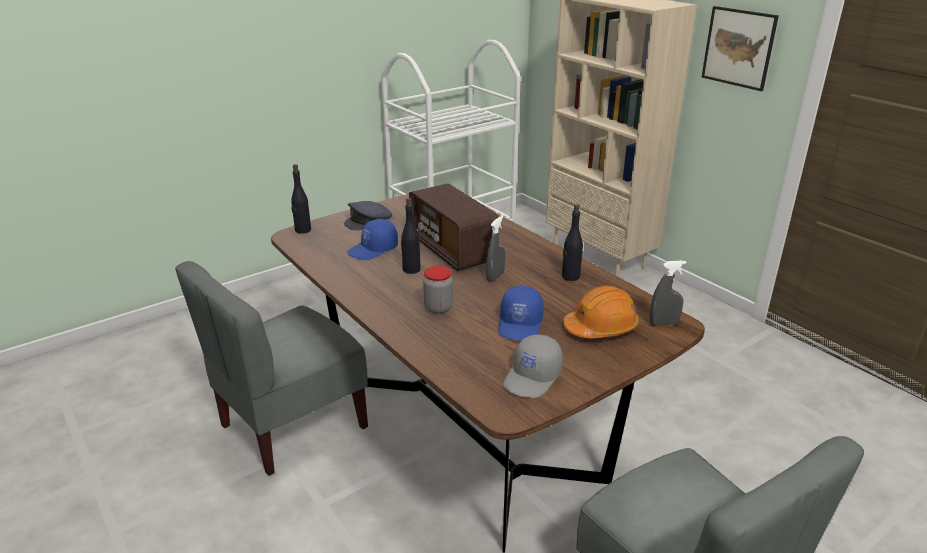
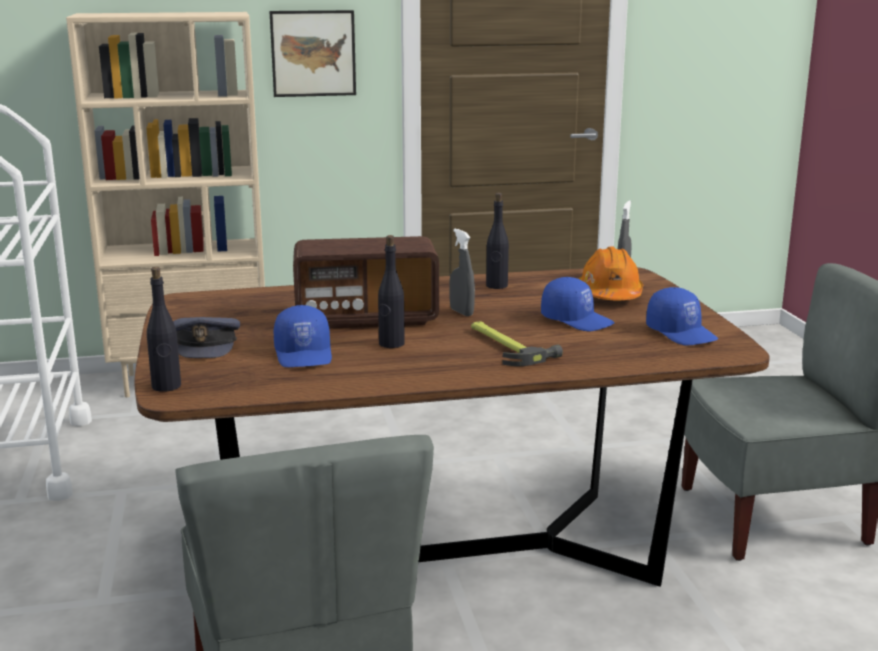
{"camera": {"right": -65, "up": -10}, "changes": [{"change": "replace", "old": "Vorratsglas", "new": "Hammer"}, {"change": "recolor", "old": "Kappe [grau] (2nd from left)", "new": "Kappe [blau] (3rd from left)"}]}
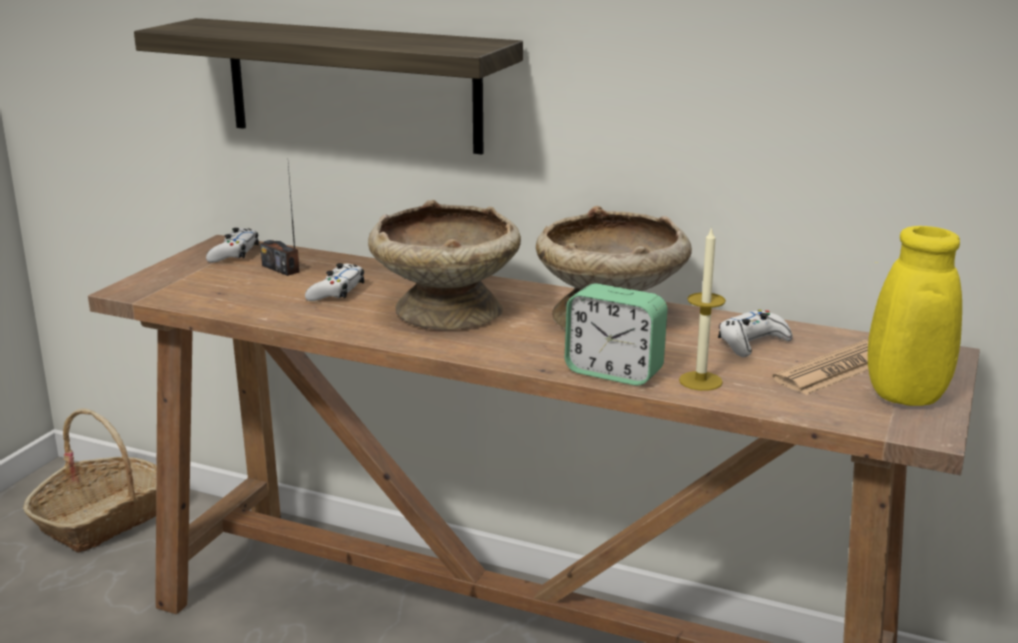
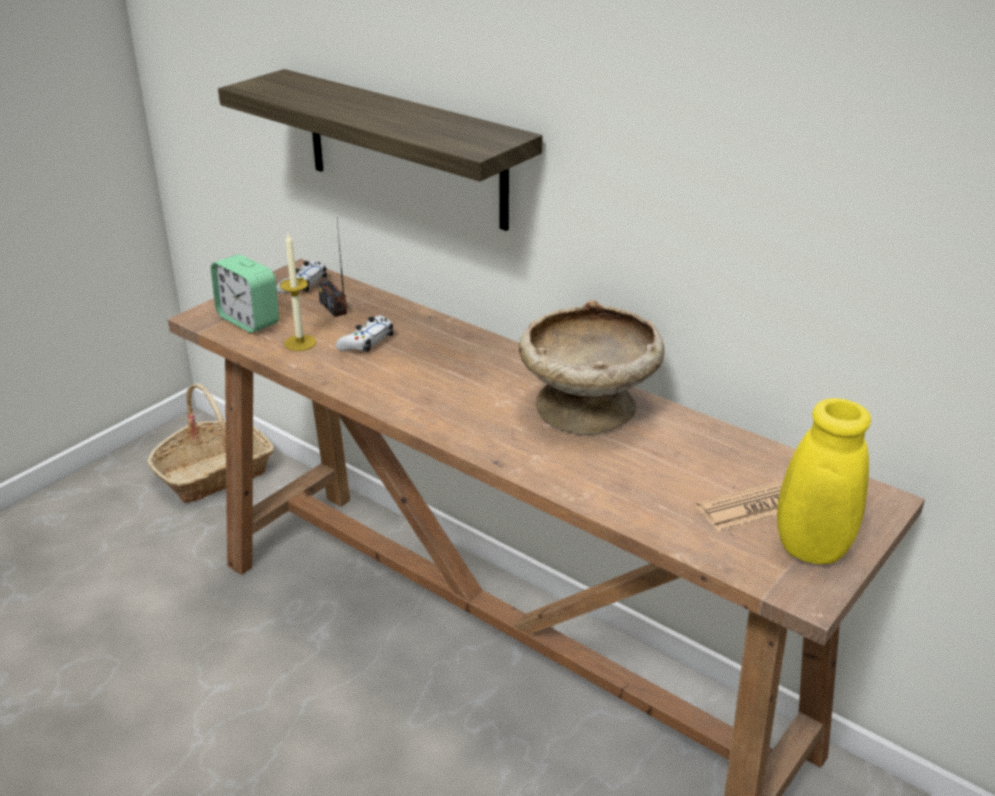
{"camera": {"right": 15, "up": 10}, "changes": [{"change": "delete", "old": "Schüssel [beige] (1st from left)"}, {"change": "move", "old": "Wecker"}, {"change": "move", "old": "Kerze"}, {"change": "delete", "old": "Gamepad [weiß] (3rd from left)"}]}
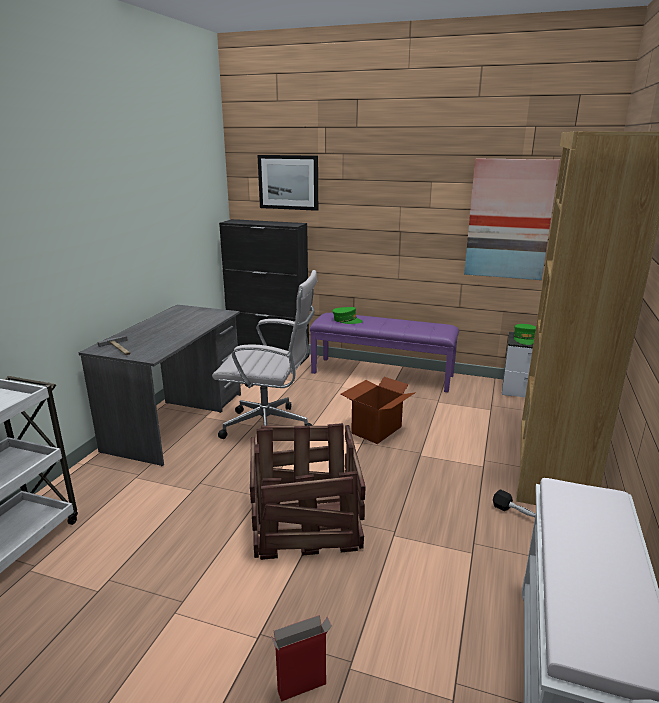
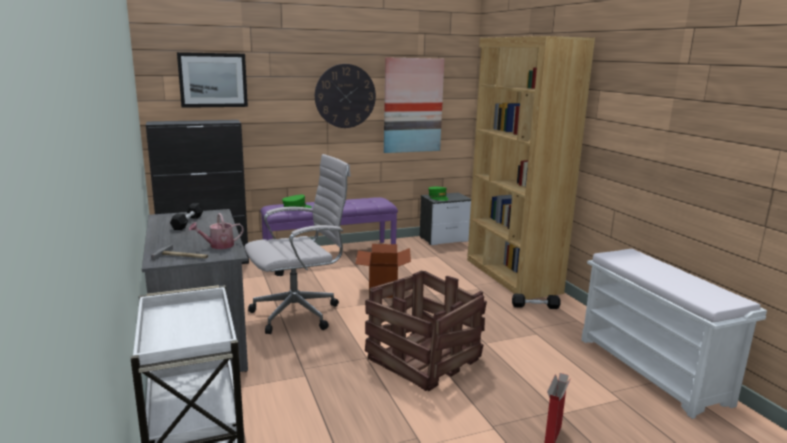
{"camera": {"right": -40, "up": -5}, "changes": [{"change": "insert", "new": "Hantel [schwarz] (1st from left)"}, {"change": "insert", "new": "Gießkanne"}, {"change": "insert", "new": "Wanduhr"}]}
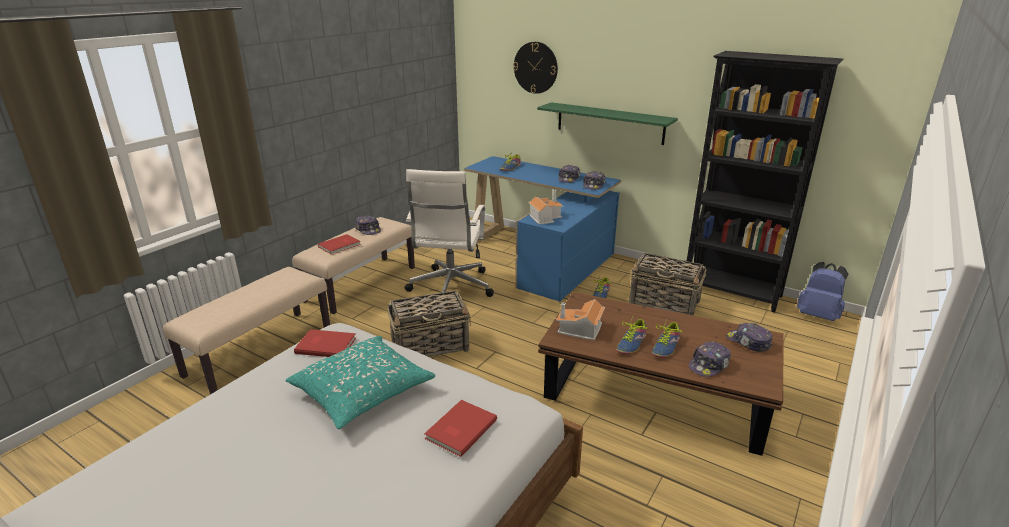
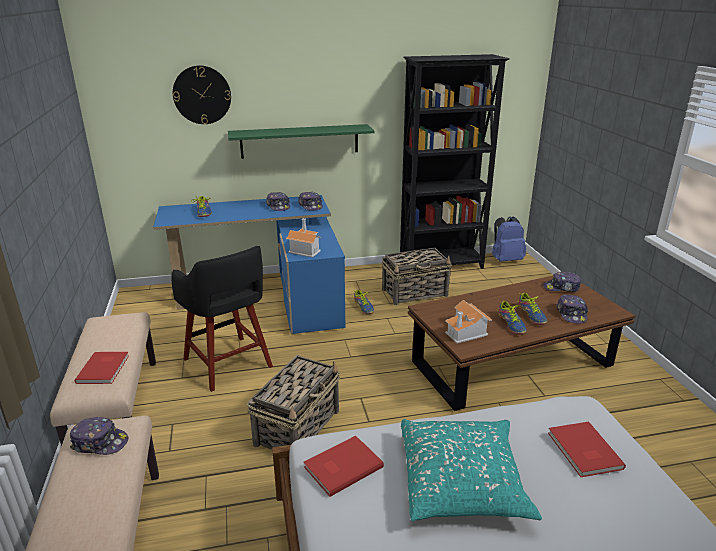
{"camera": {"right": -45, "up": 0}, "changes": [{"change": "move", "old": "Kappe (1st from left)"}, {"change": "replace", "old": "Bürostuhl [weiß]", "new": "Hocker [schwarz]"}]}
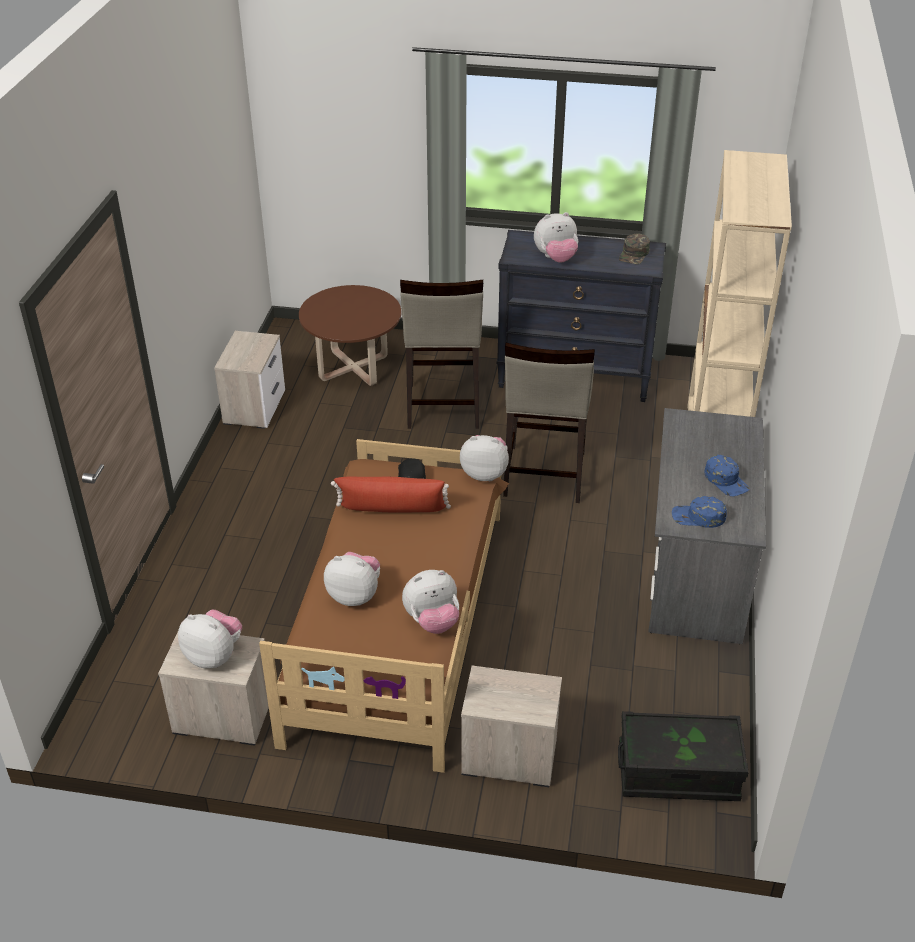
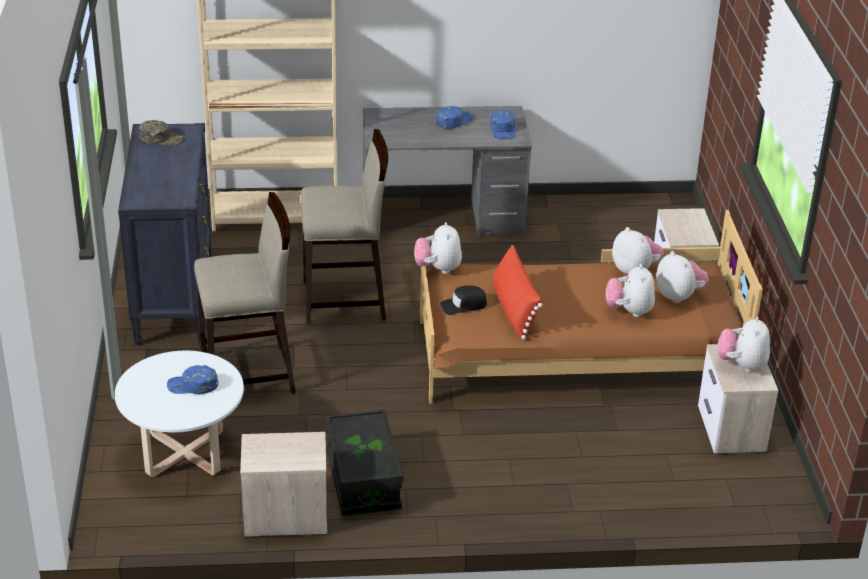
{"camera": {"right": -105, "up": -5}, "changes": [{"change": "recolor", "old": "Couchtisch [braun]", "new": "Couchtisch [weiß]"}, {"change": "move", "old": "Plüschtier (5th from left in the first image)", "new": "Plüschtier (4th from left)"}, {"change": "move", "old": "Aufbewahrungsbox [schwarz]"}, {"change": "insert", "new": "Kappe [blau] (1st from left)"}]}
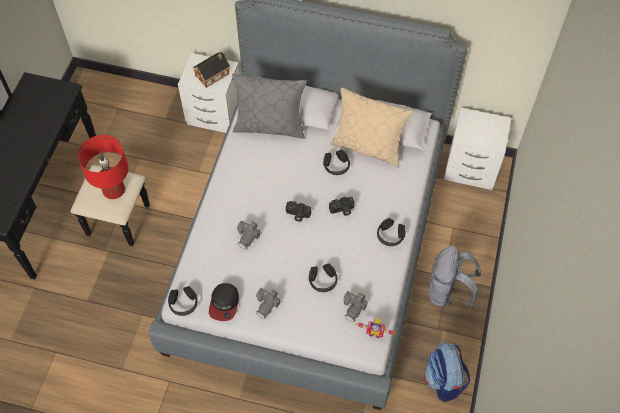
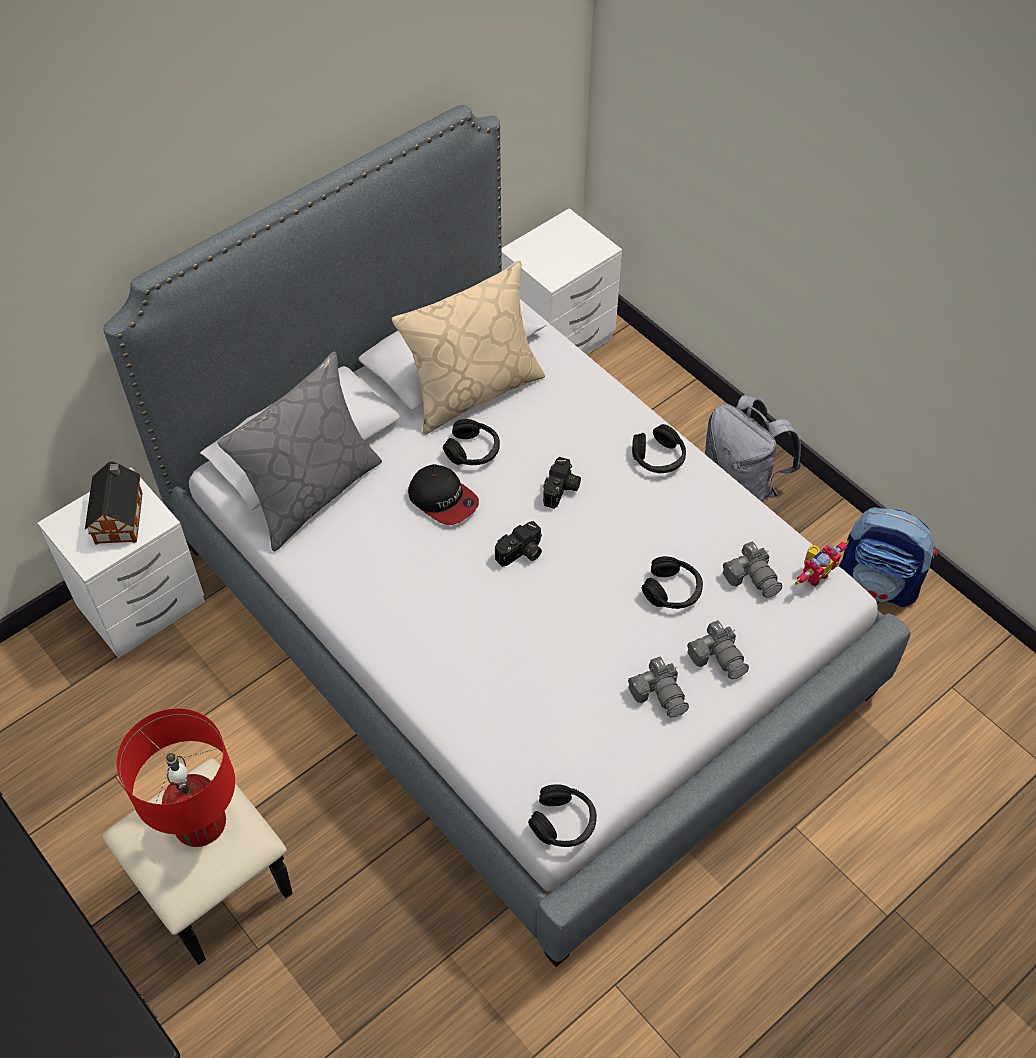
{"camera": {"right": -55, "up": -5}, "changes": [{"change": "move", "old": "Kappe"}, {"change": "move", "old": "Kamera (1st from left in the first image)", "new": "Kamera (4th from left)"}]}
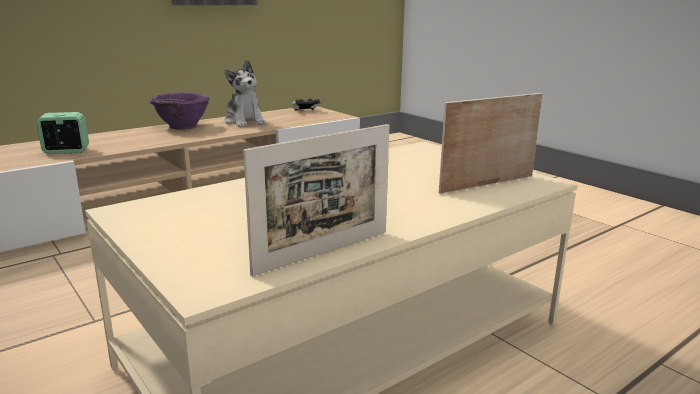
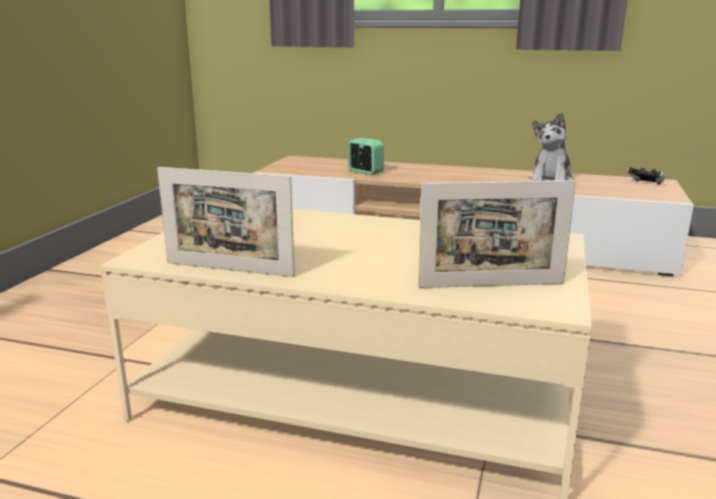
{"camera": {"right": 55, "up": 0}, "changes": [{"change": "delete", "old": "Schüssel [lila]"}, {"change": "rotate", "old": "Bilderrahmen (2nd from left)", "degrees": 150}]}
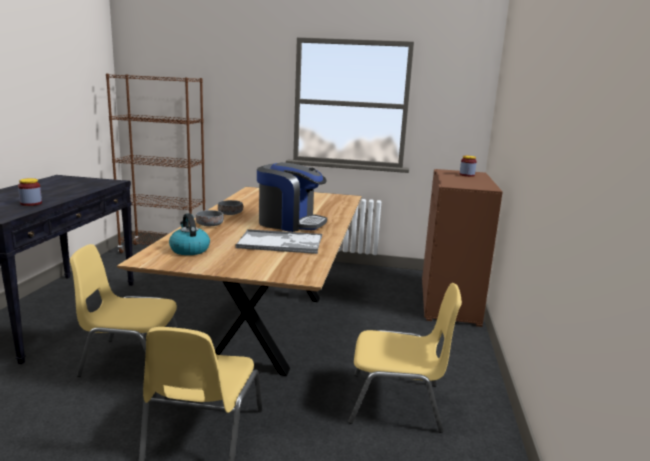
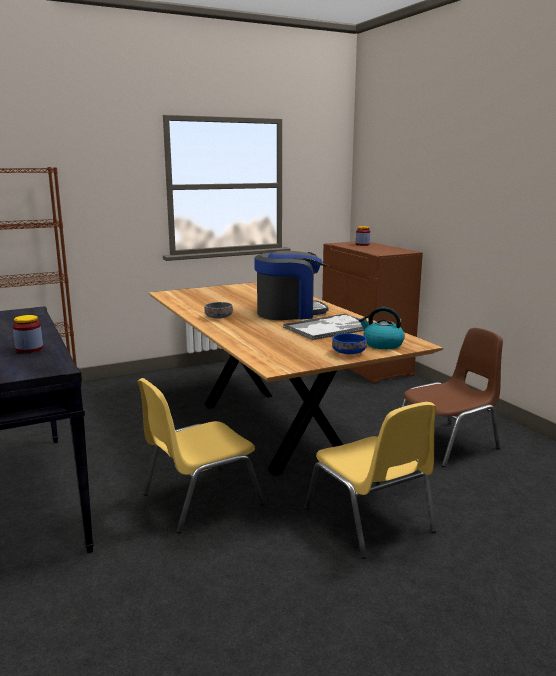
{"camera": {"right": -35, "up": 0}, "changes": [{"change": "move", "old": "Wasserkessel"}, {"change": "delete", "old": "Schüssel [grau] (1st from left)"}, {"change": "recolor", "old": "Stuhl [gelb] (3rd from left)", "new": "Stuhl [braun]"}, {"change": "insert", "new": "Schüssel [blau]"}]}
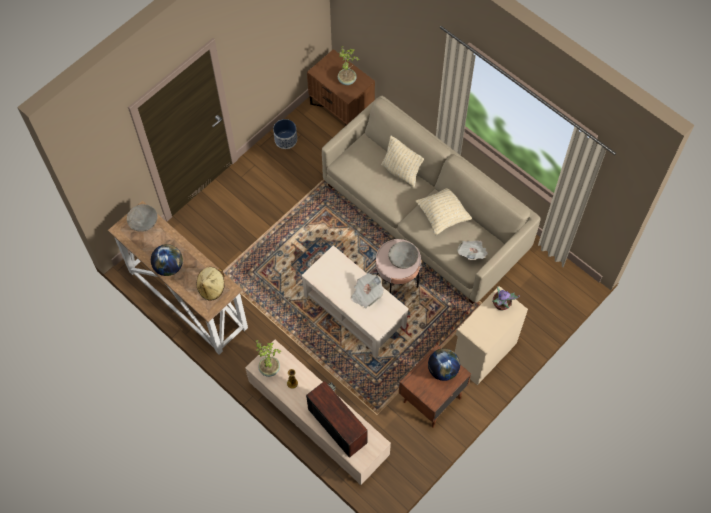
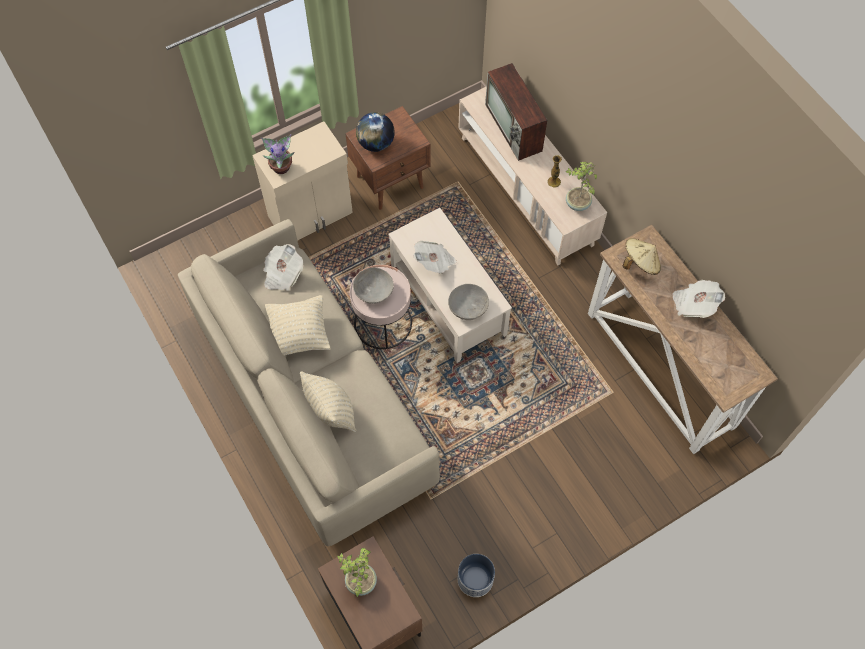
{"camera": {"right": -165, "up": 0}, "changes": [{"change": "move", "old": "Schüssel [grau] (1st from left in the first image)", "new": "Schüssel [grau] (2nd from left)"}, {"change": "replace", "old": "Globus (1st from left)", "new": "Zeitung (3rd from left)"}]}
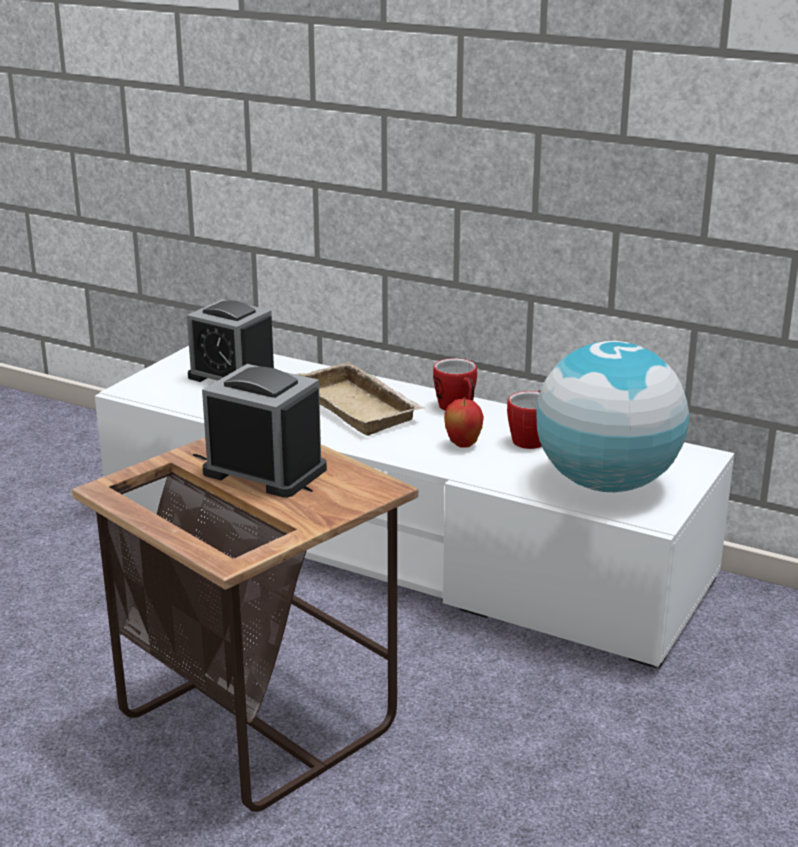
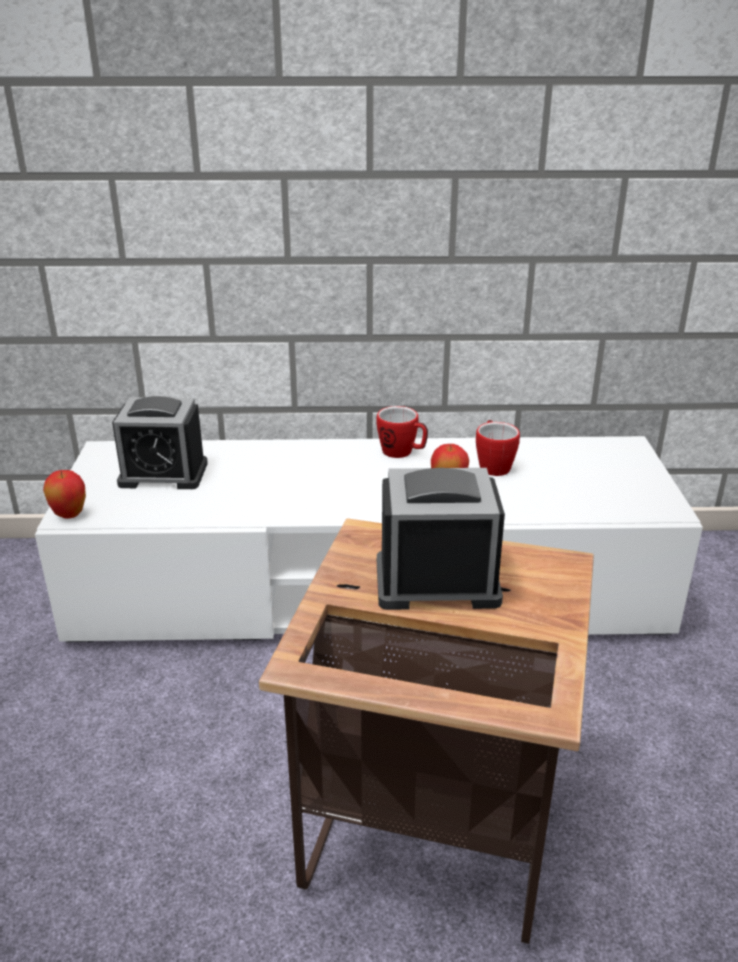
{"camera": {"right": -30, "up": 5}, "changes": [{"change": "delete", "old": "Tablett [beige]"}, {"change": "delete", "old": "Globus"}, {"change": "insert", "new": "Apfel (1st from left)"}]}
